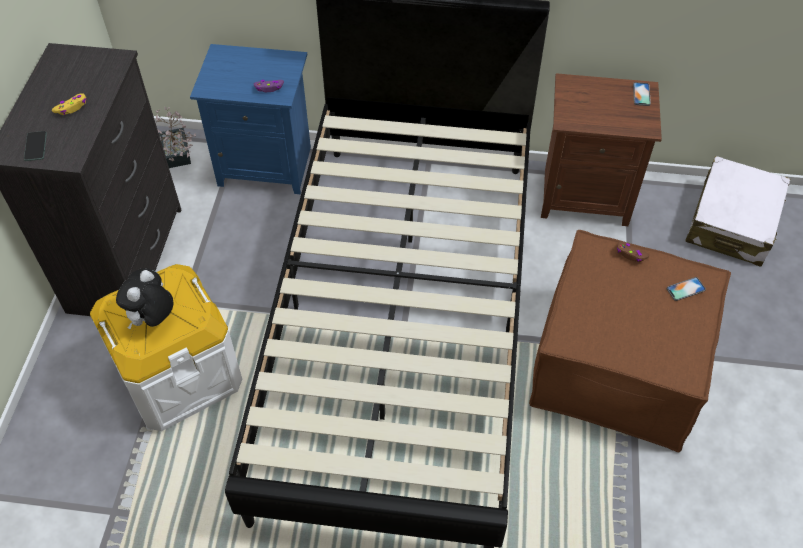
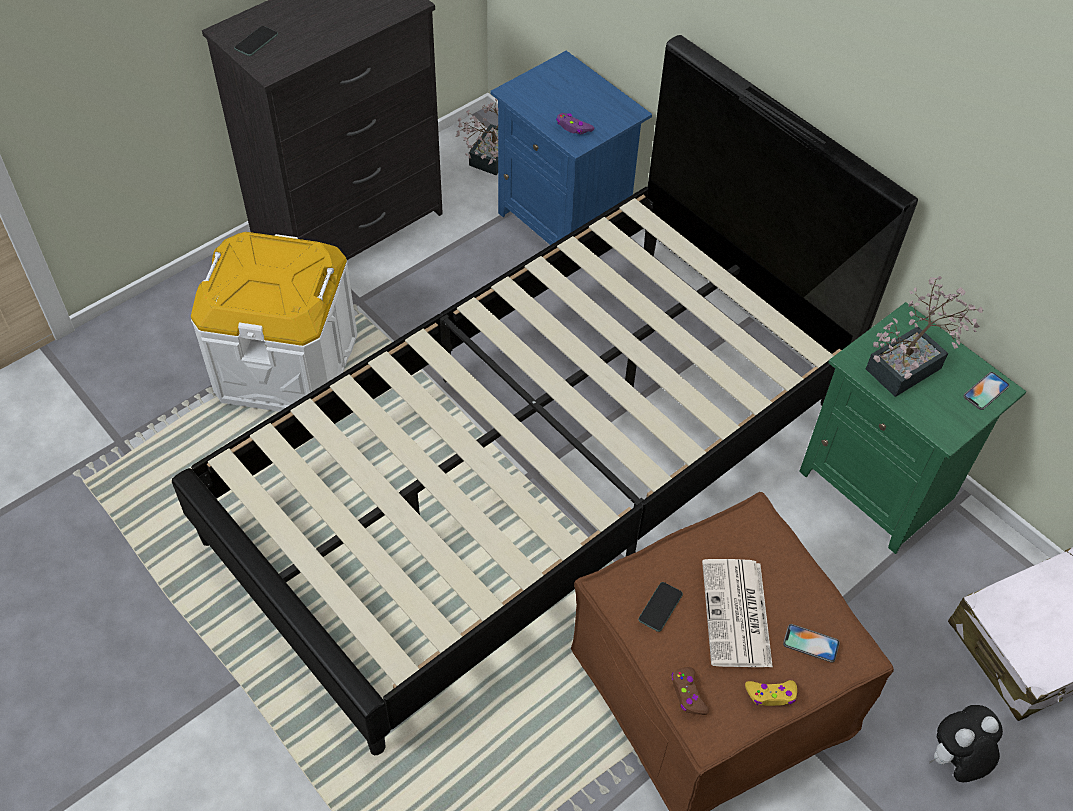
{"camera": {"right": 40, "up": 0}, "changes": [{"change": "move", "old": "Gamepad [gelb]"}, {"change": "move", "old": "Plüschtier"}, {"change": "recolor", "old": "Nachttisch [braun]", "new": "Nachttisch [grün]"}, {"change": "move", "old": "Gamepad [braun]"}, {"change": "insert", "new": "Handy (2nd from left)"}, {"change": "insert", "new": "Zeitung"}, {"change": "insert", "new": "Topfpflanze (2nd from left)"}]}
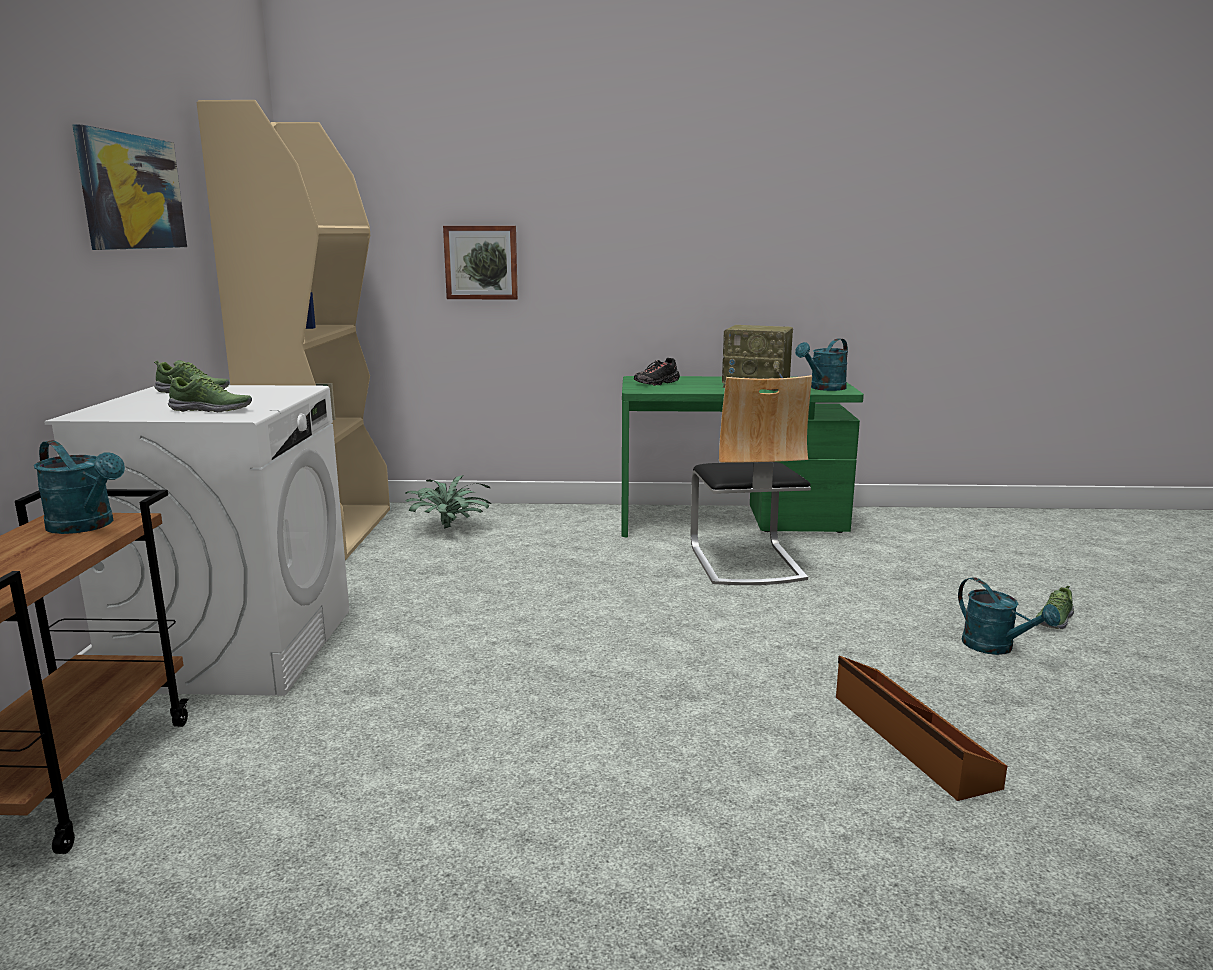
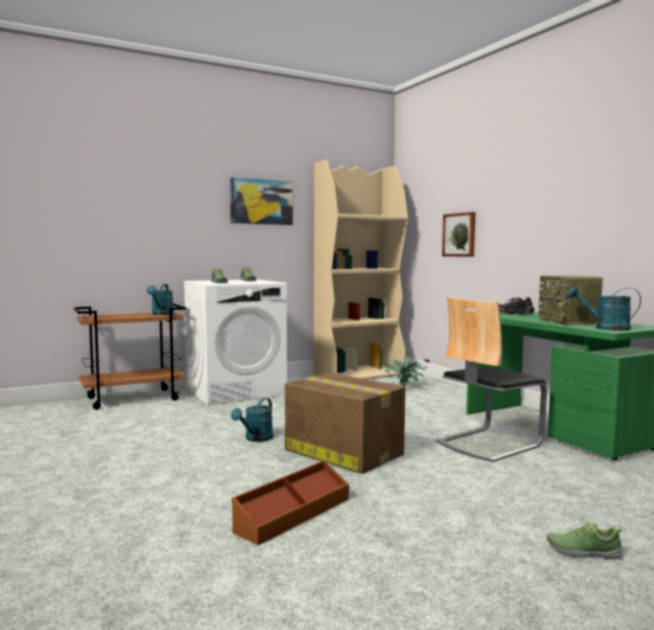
{"camera": {"right": 60, "up": -10}, "changes": [{"change": "move", "old": "Gießkanne [türkis] (3rd from left in the first image)", "new": "Gießkanne [türkis] (2nd from left)"}, {"change": "insert", "new": "Karton"}]}
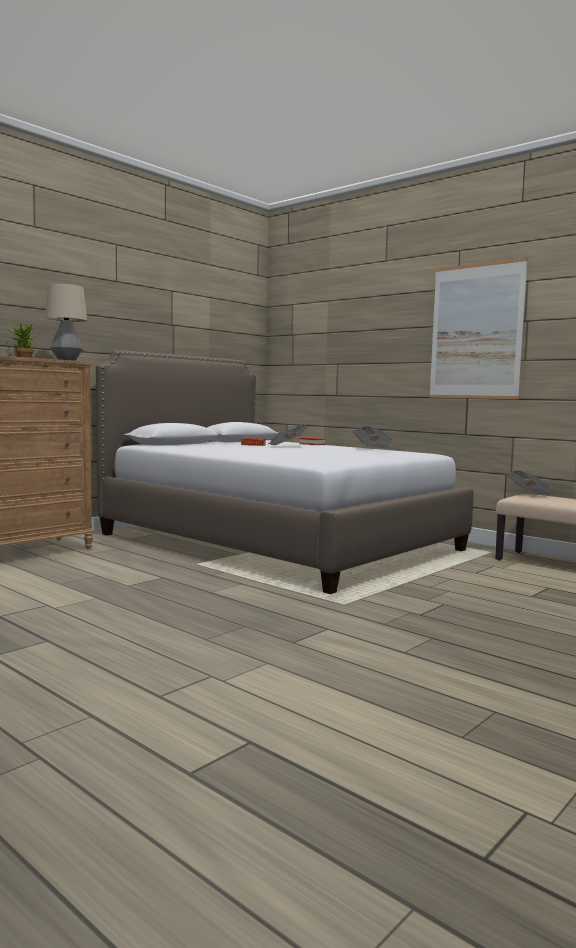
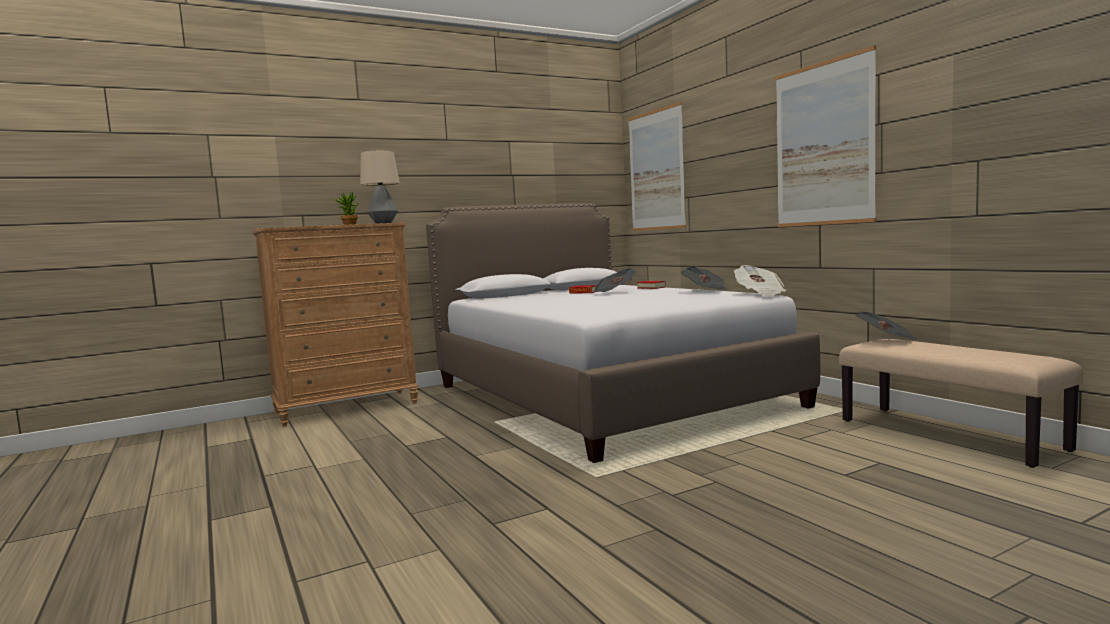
{"camera": {"right": 20, "up": 0}, "changes": [{"change": "insert", "new": "Bild (1st from left)"}, {"change": "insert", "new": "Zeitung (3rd from left)"}]}
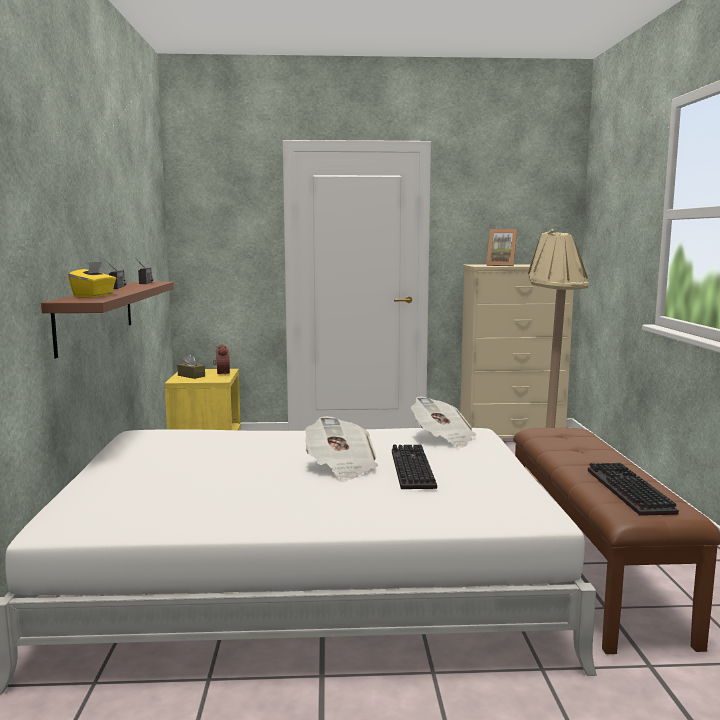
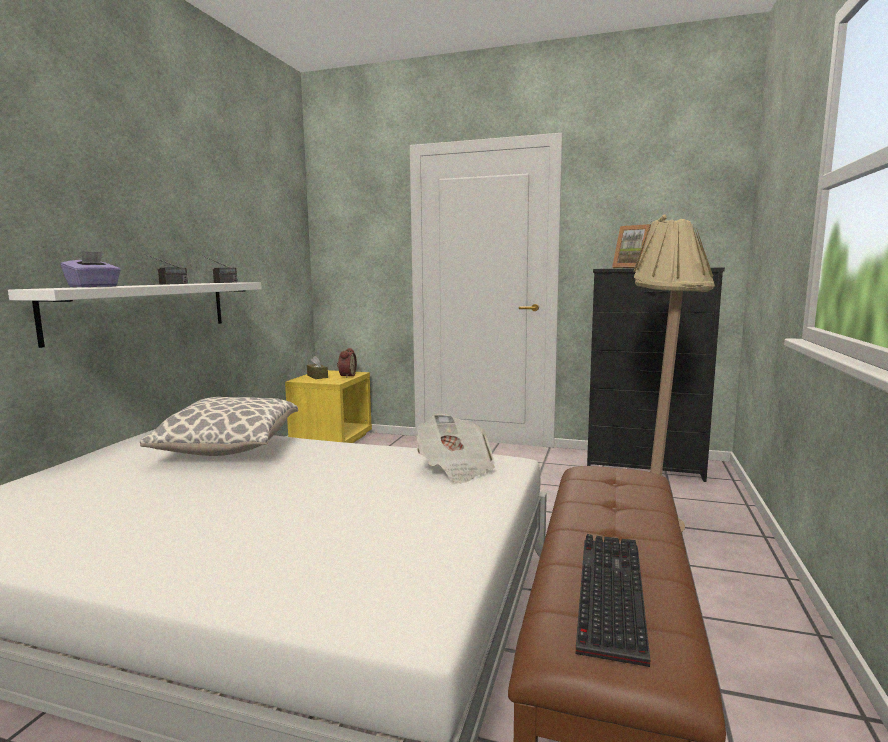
{"camera": {"right": 20, "up": 0}, "changes": [{"change": "recolor", "old": "Wandregal [braun]", "new": "Wandregal [weiß]"}, {"change": "recolor", "old": "Taschentuchbox [gelb]", "new": "Taschentuchbox [lila]"}, {"change": "delete", "old": "Zeitung (1st from left)"}, {"change": "delete", "old": "Tastatur (1st from left)"}, {"change": "recolor", "old": "Kommode [beige]", "new": "Kommode [schwarz]"}, {"change": "insert", "new": "Kissen"}]}
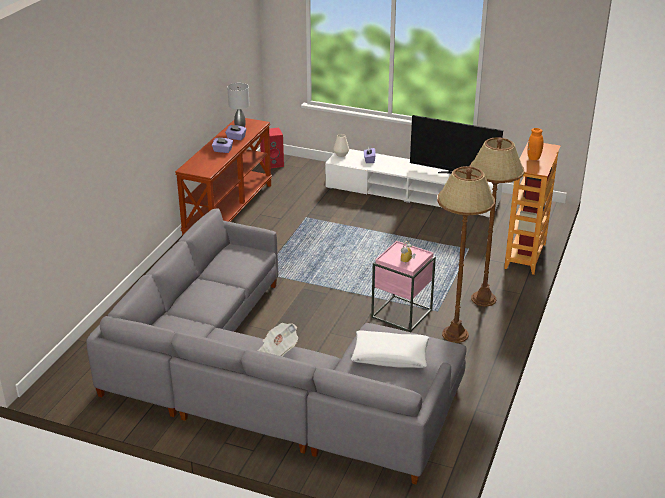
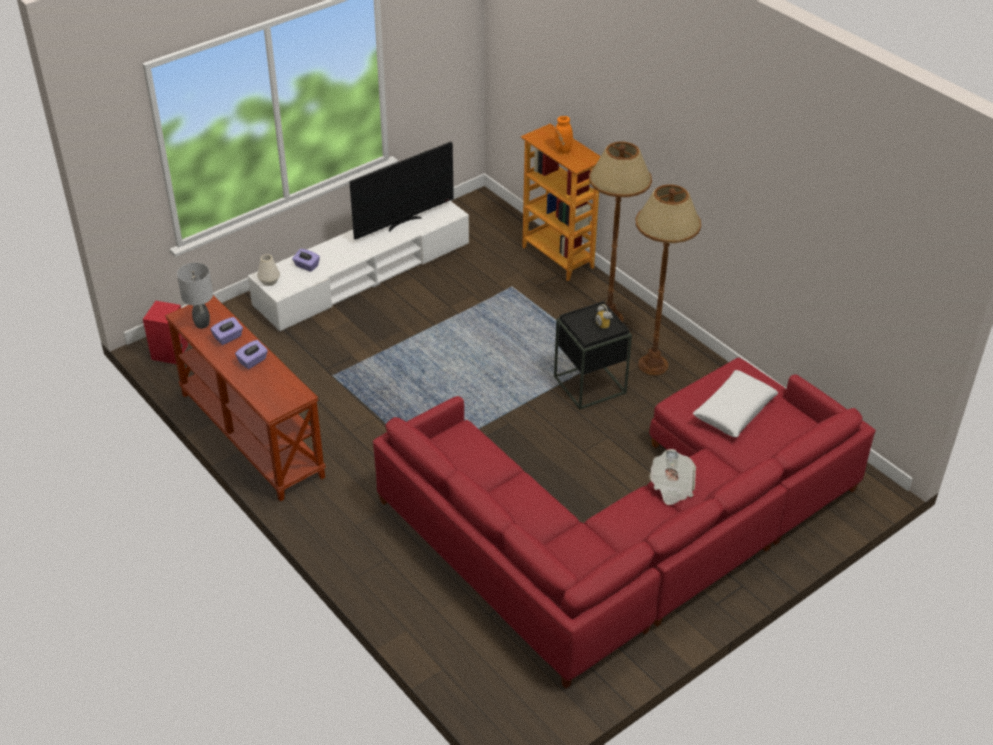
{"camera": {"right": -60, "up": 10}, "changes": [{"change": "recolor", "old": "Sofa [grau]", "new": "Sofa [rot]"}, {"change": "recolor", "old": "Beistelltisch [rosa]", "new": "Beistelltisch [schwarz]"}]}
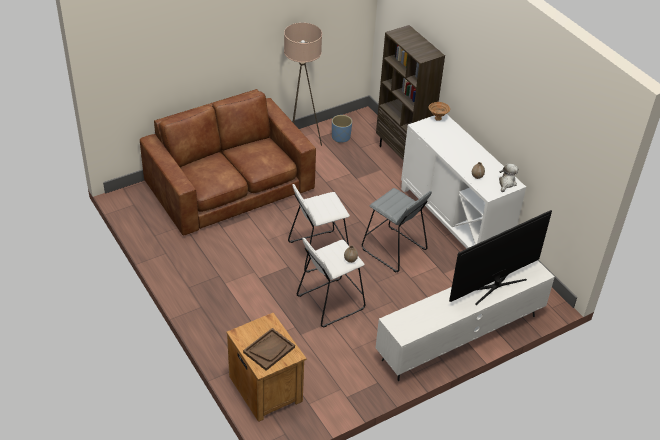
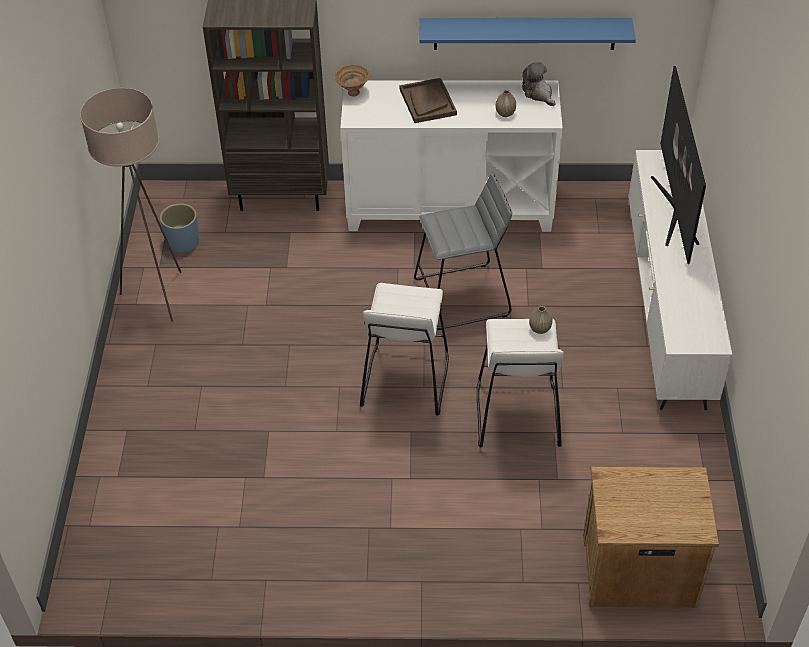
{"camera": {"right": -55, "up": 5}, "changes": [{"change": "delete", "old": "Sofa [braun]"}, {"change": "move", "old": "Tablett [braun]"}, {"change": "insert", "new": "Wandregal [blau]"}]}
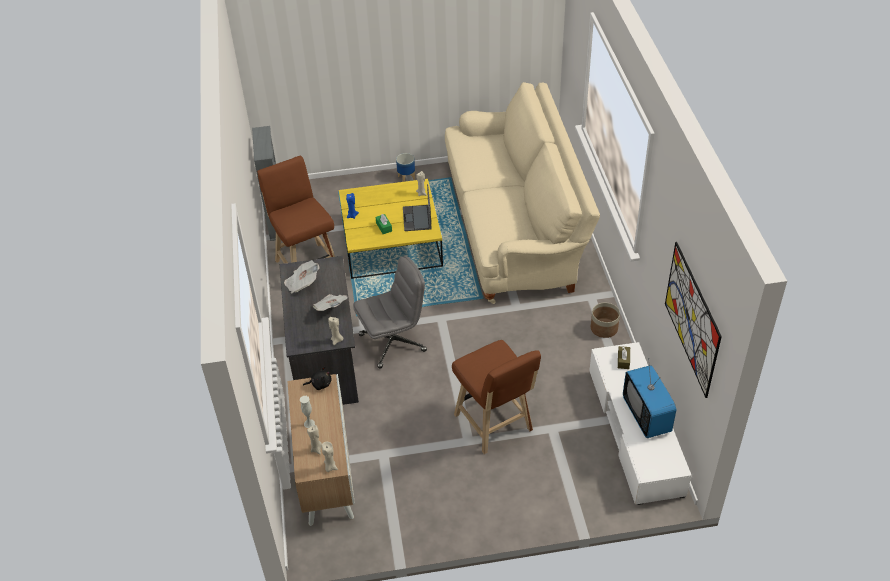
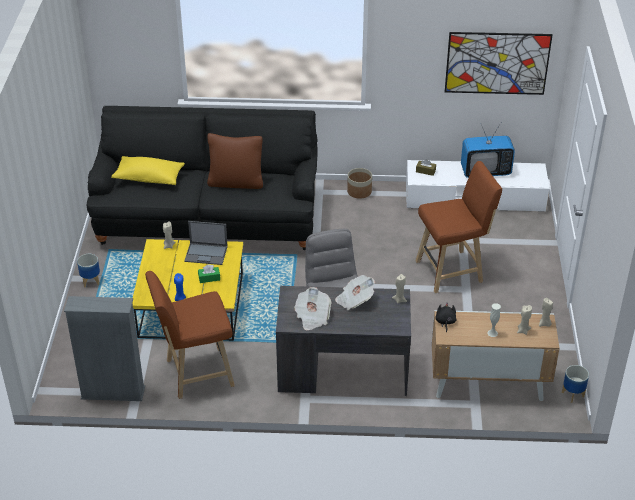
{"camera": {"right": -80, "up": -5}, "changes": [{"change": "recolor", "old": "Sofa [beige]", "new": "Sofa [schwarz]"}, {"change": "insert", "new": "Kissen [gelb]"}, {"change": "insert", "new": "Kissen [braun]"}, {"change": "insert", "new": "Pflanzkübel (3rd from left)"}]}
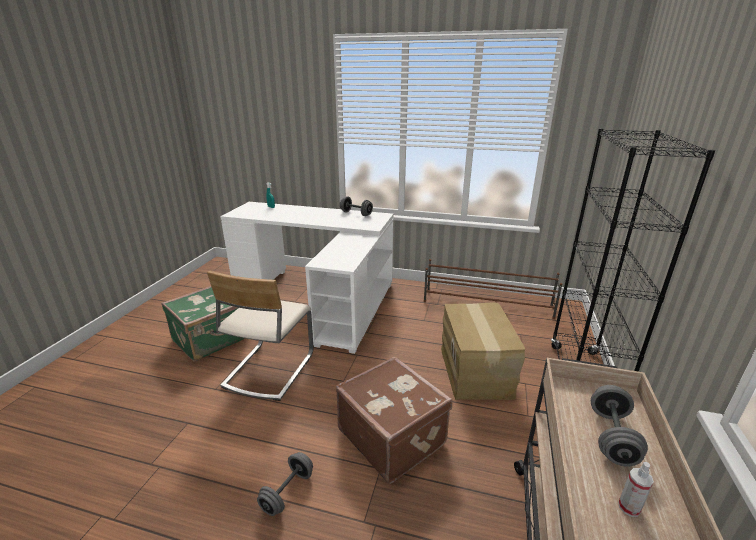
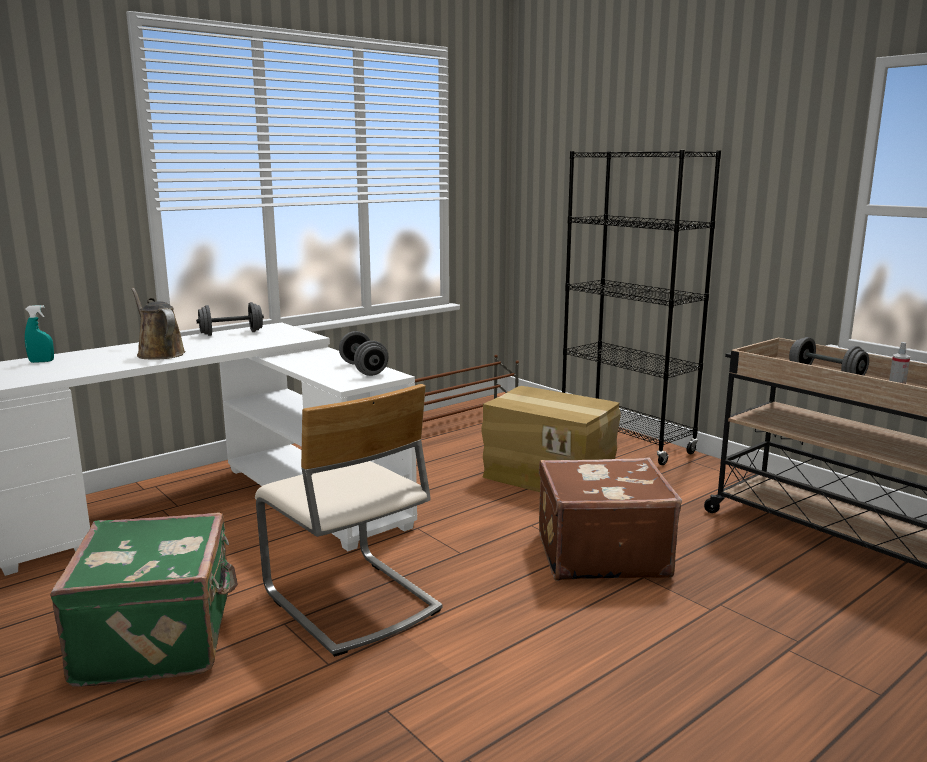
{"camera": {"right": -55, "up": -10}, "changes": [{"change": "move", "old": "Hantel [grau] (1st from left in the first image)", "new": "Hantel [grau] (2nd from left)"}, {"change": "insert", "new": "Gießkanne [braun]"}]}
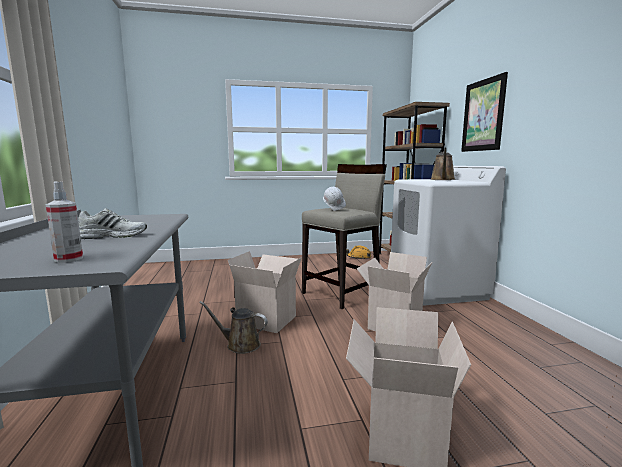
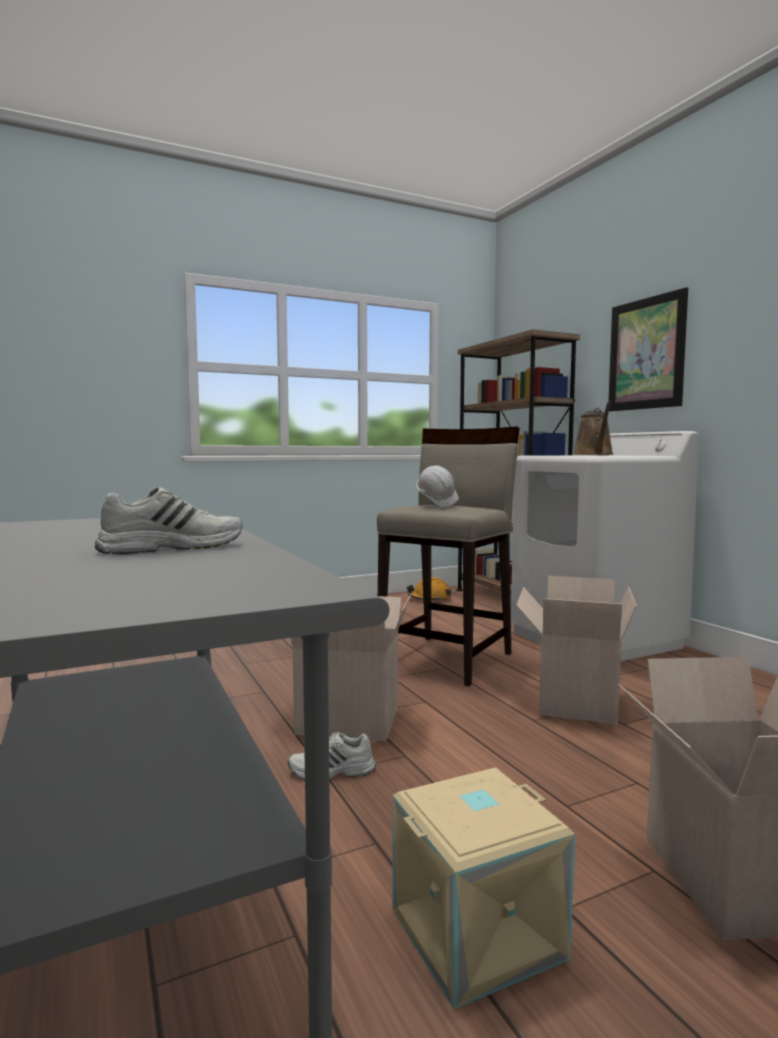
{"camera": {"right": -15, "up": -5}, "changes": [{"change": "delete", "old": "Sprühflasche"}, {"change": "replace", "old": "Gießkanne [braun] (1st from left)", "new": "Schuh [weiß] (2nd from left)"}, {"change": "insert", "new": "Aufbewahrungsbox [beige]"}]}
